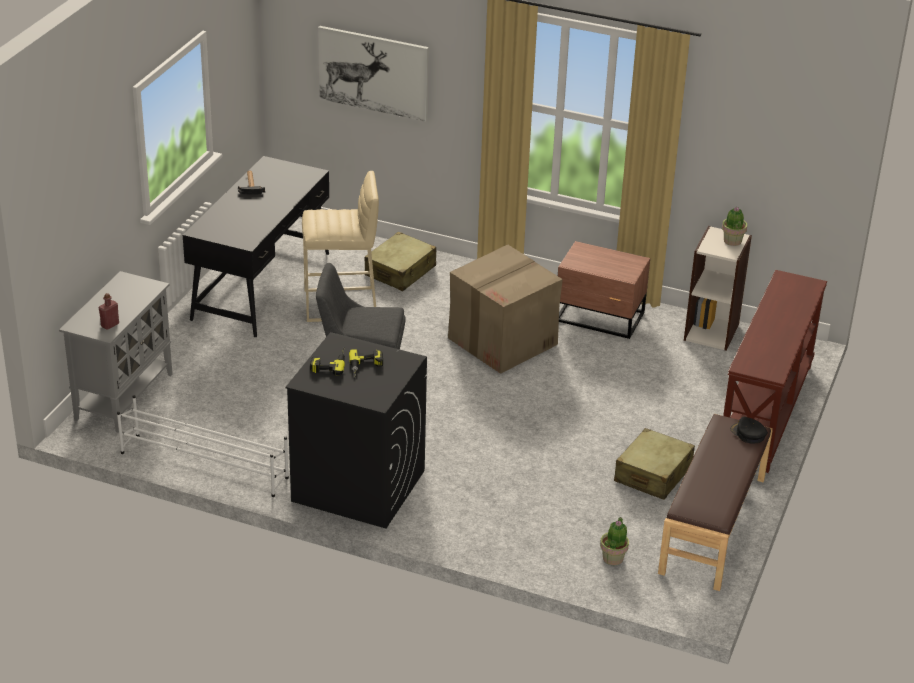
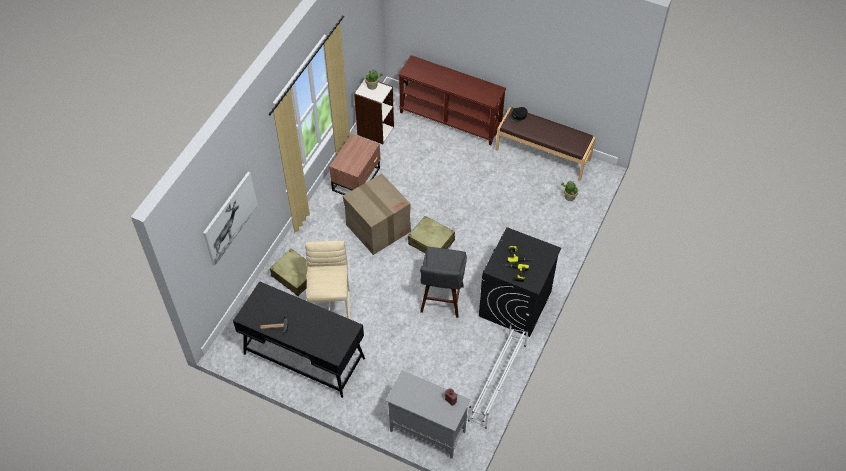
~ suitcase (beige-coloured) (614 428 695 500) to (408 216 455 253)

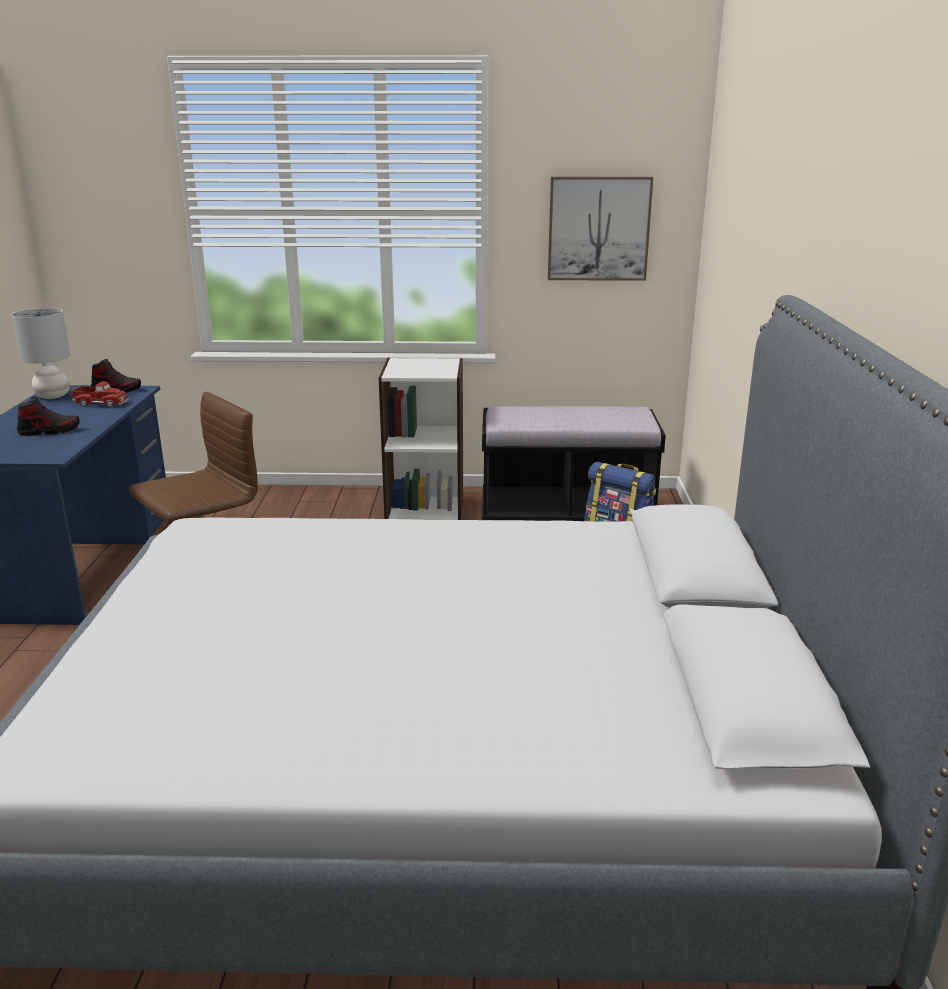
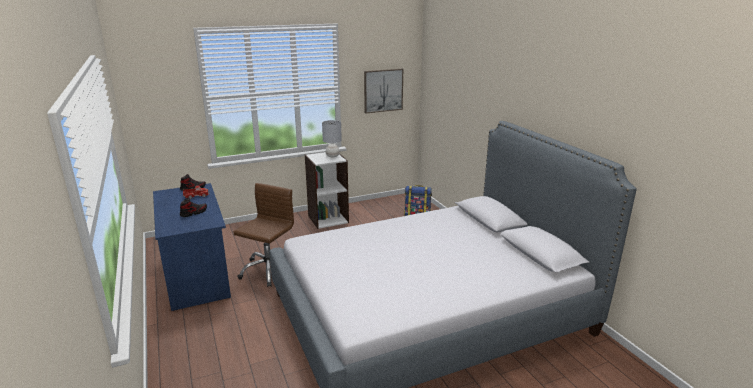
~ table lamp (greyish) (12 308 70 399) to (322 120 342 157)
- indoor bench (black-coloured) (482 406 666 521)

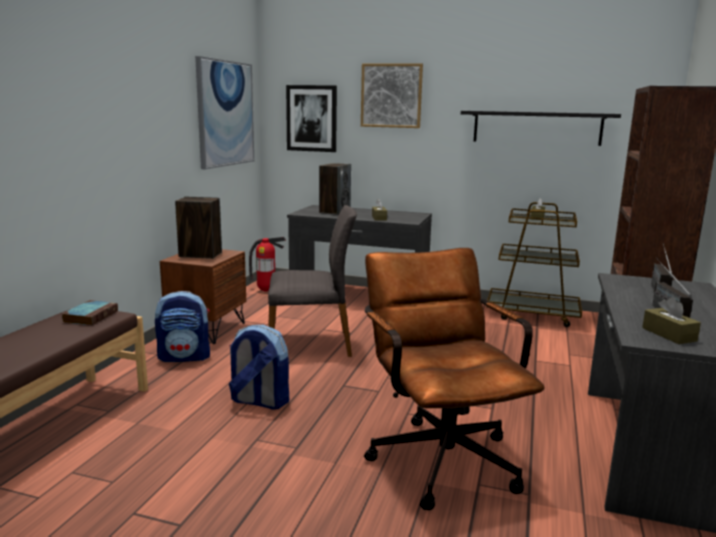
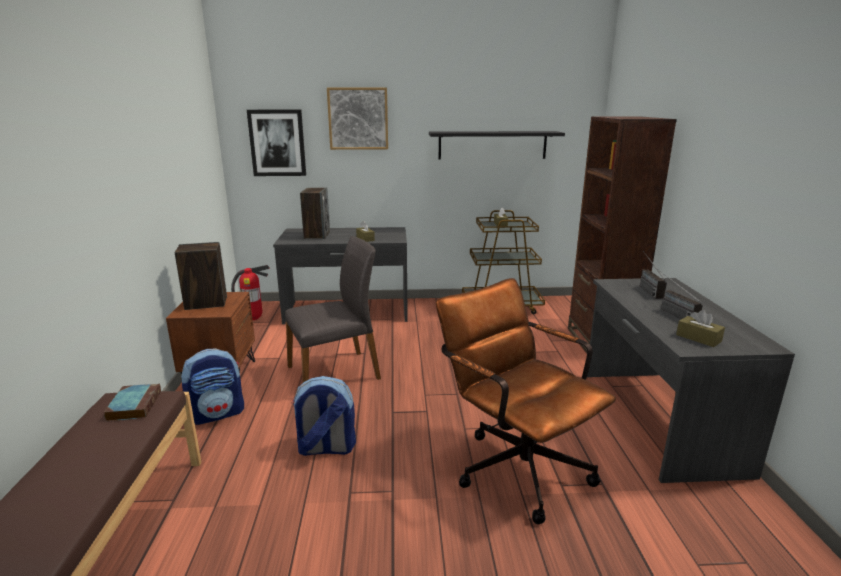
- wall picture (195 56 254 169)

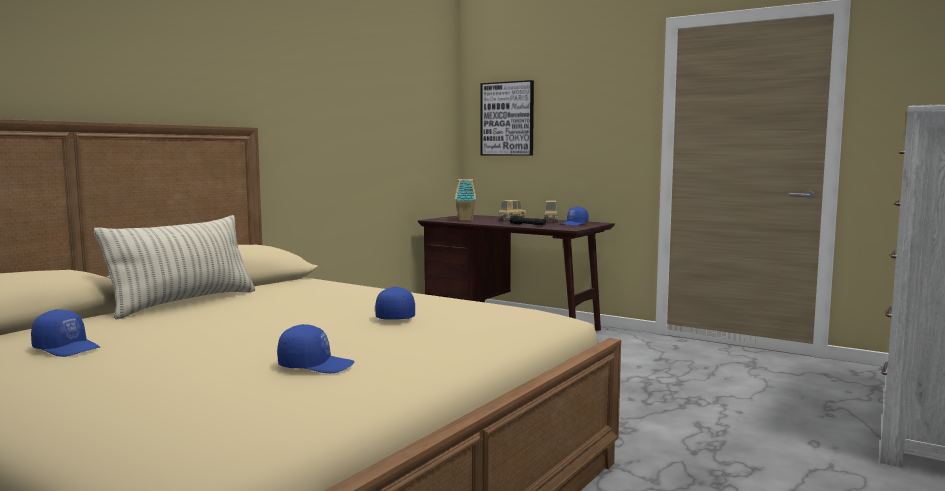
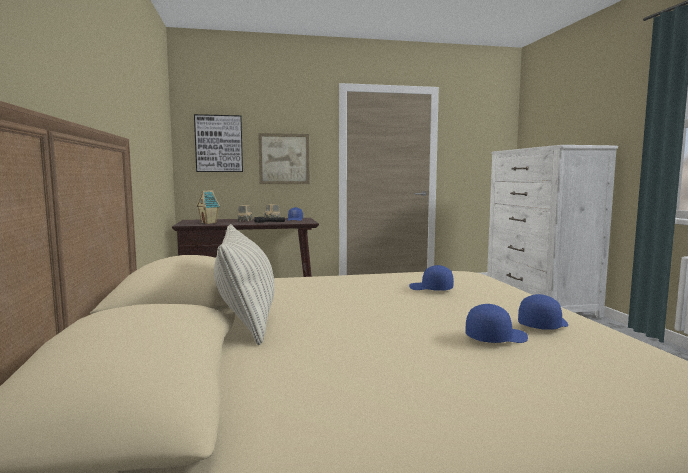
+ wall picture (258 133 310 184)
~ peaked cap (blue-coloured) (31 309 100 357) to (465 304 528 343)

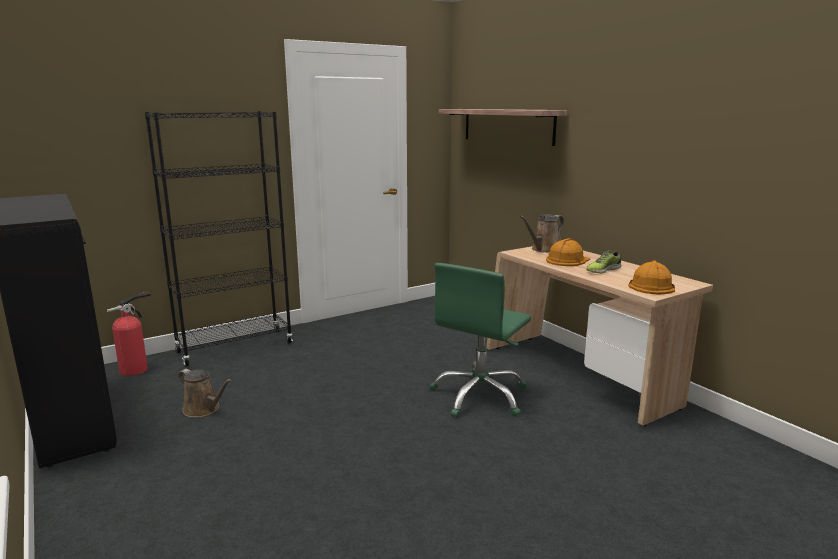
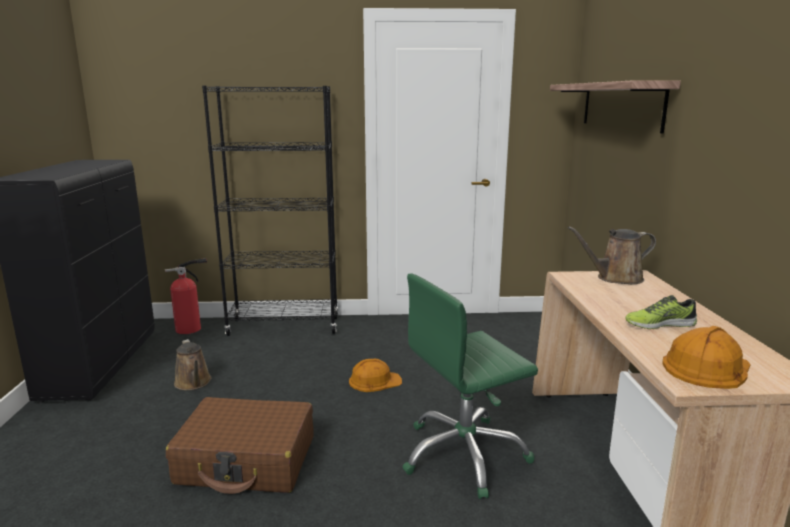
+ suitcase (brown) (166 397 314 494)
~ work helmet (orange) (546 238 590 266) to (349 359 402 392)

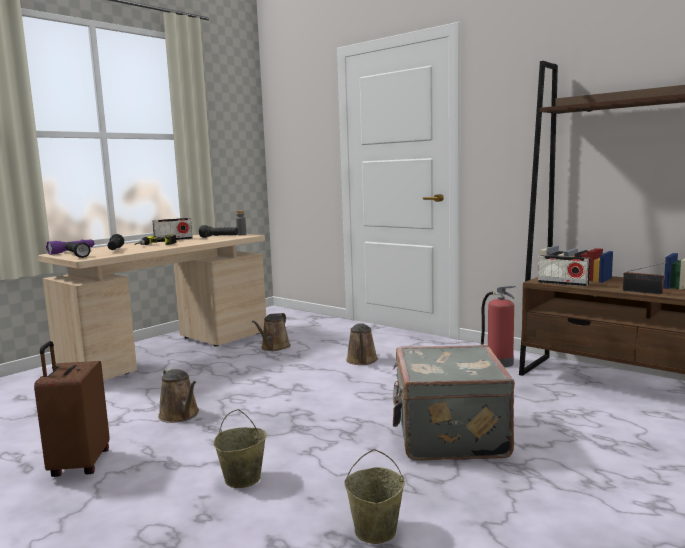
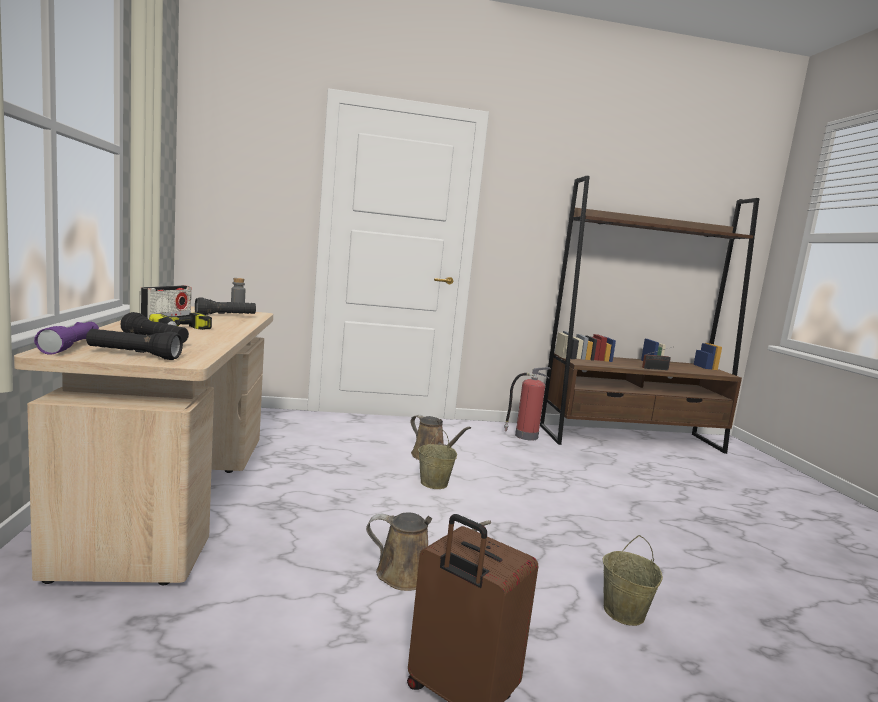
~ bucket (beige-coloured) (345 449 405 544) to (418 429 457 489)
- watering can (brown) (252 313 291 351)
- suitcase (greyish) (393 345 515 461)
- radio set (538 255 590 287)

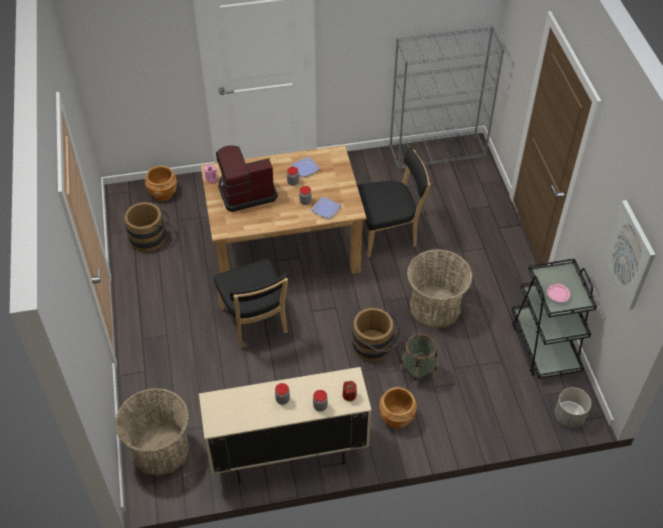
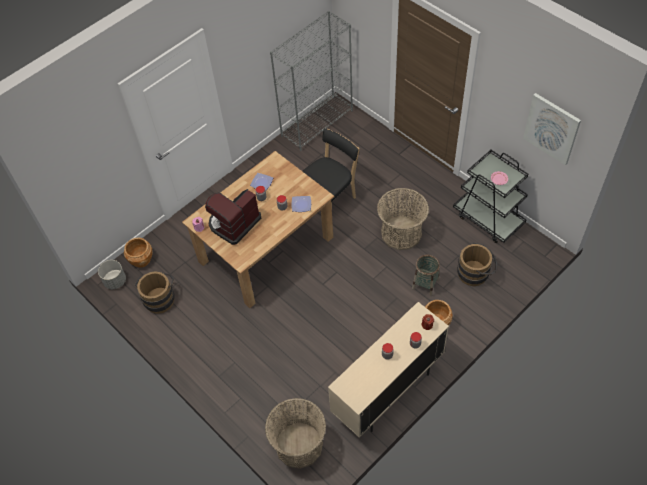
~ plant pot (greyish) (555 387 591 428) to (98 260 126 289)
~ bucket (brown) (352 308 401 361) to (457 242 497 286)
- plain chair (black-coloured) (214 259 288 349)

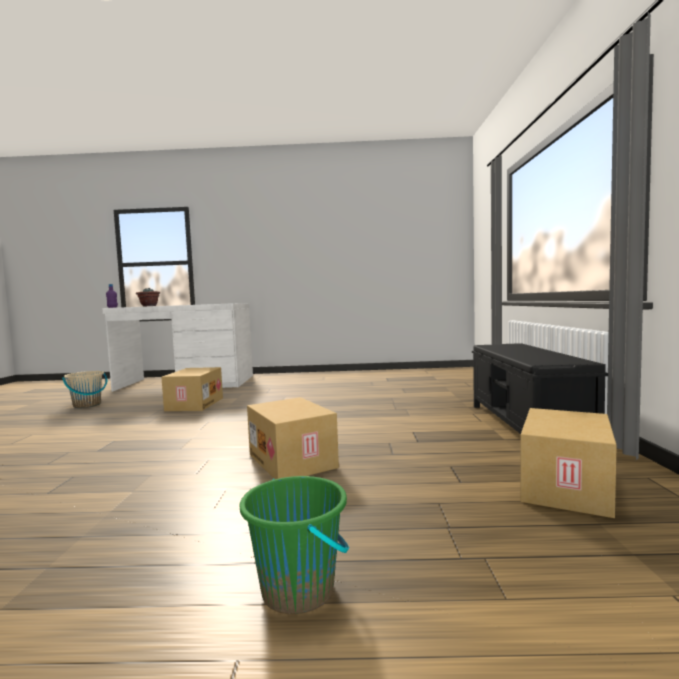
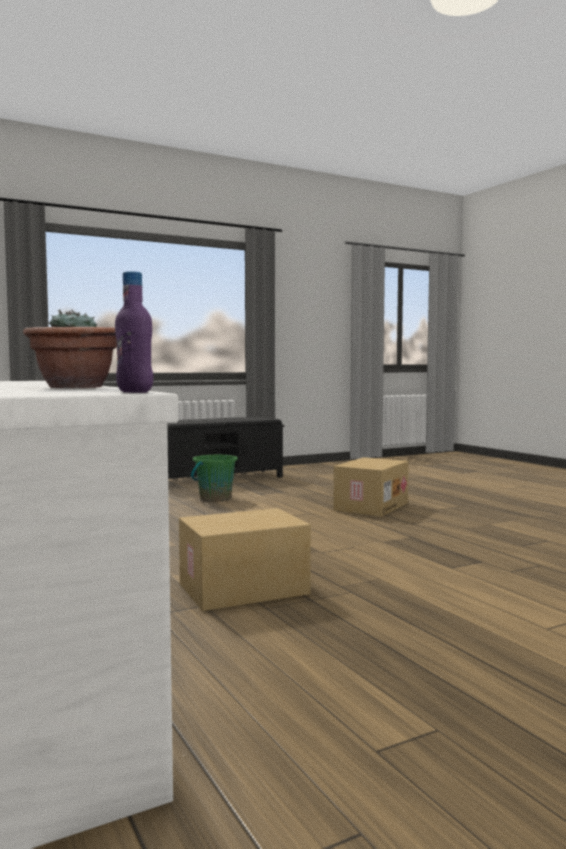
~ bucket (green) (240 476 349 614) to (191 455 238 502)
- bucket (beige-coloured) (62 371 107 408)
- packing box (520 408 617 518)

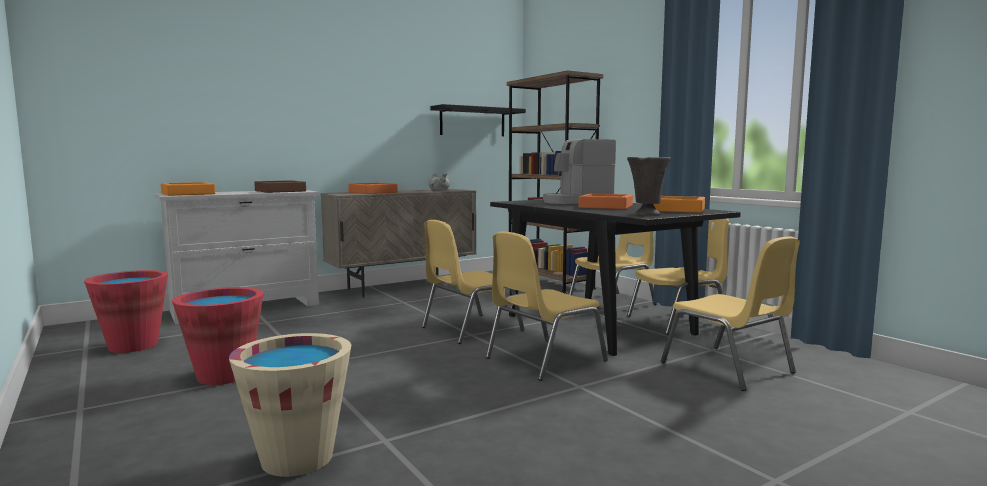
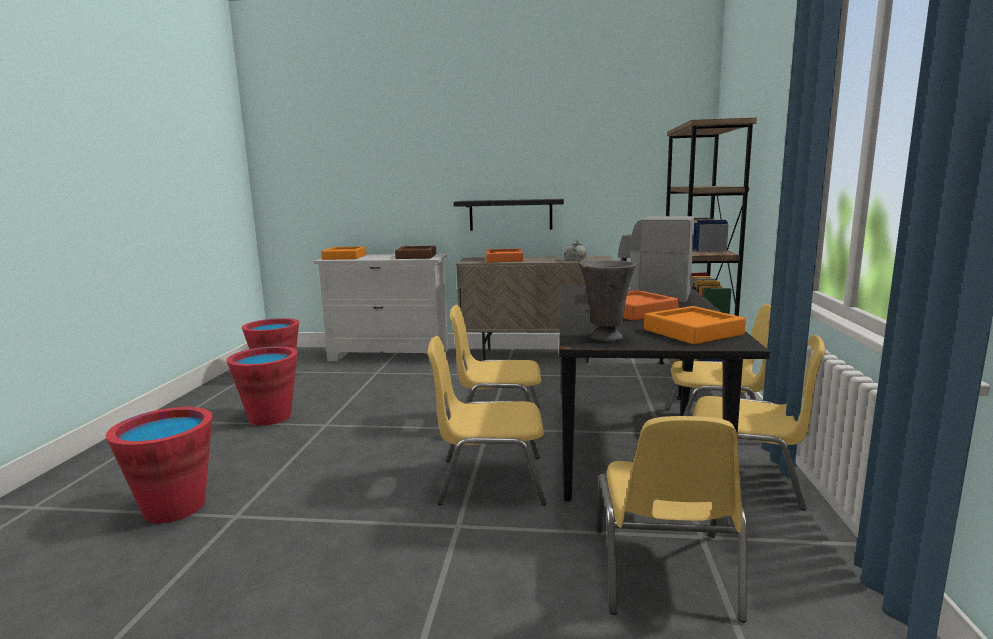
~ bucket (beige-coloured) (229 333 351 477) to bucket (red) (106 407 212 523)
~ shelf (black-coloured) (431 104 526 136) to (453 199 564 231)

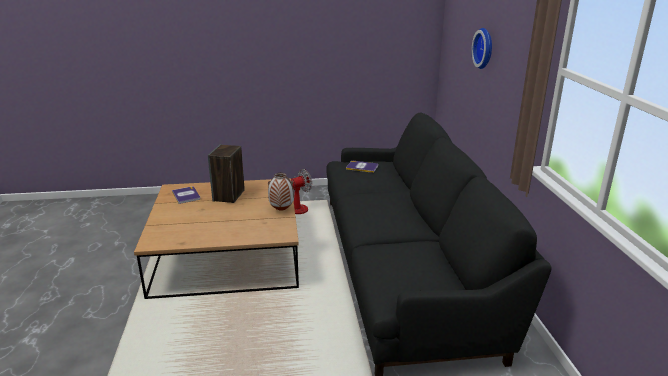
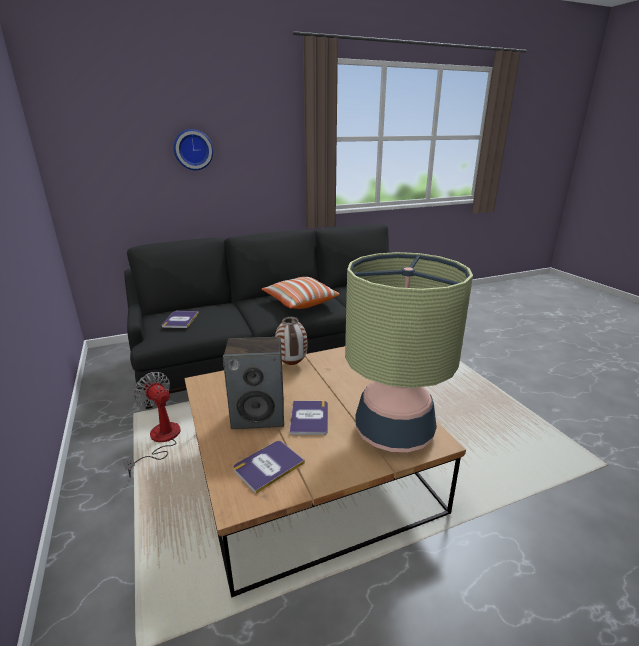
+ cushion (262 277 340 309)
+ bound book (289 401 328 435)
+ table lamp (345 252 473 452)

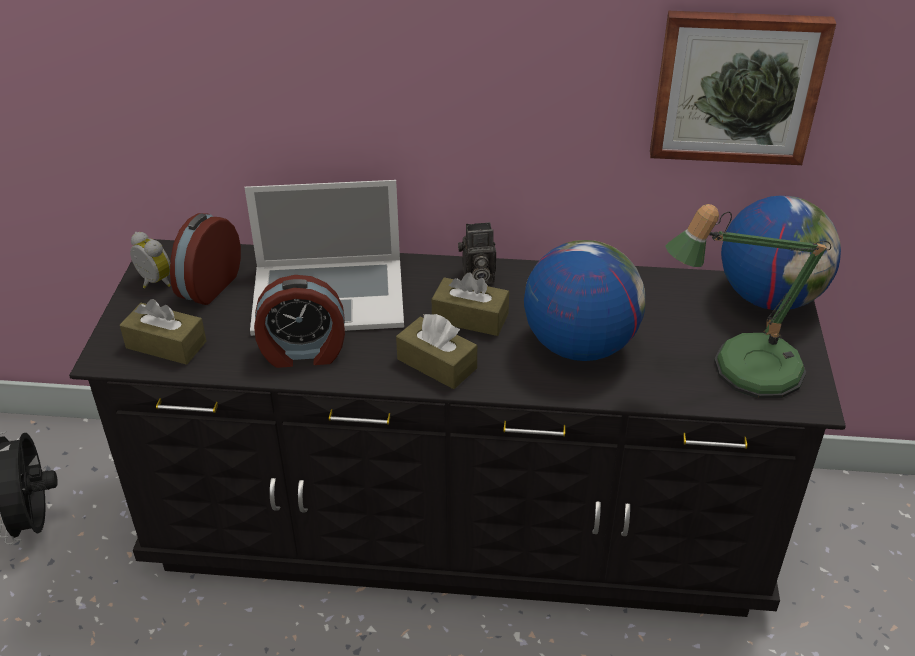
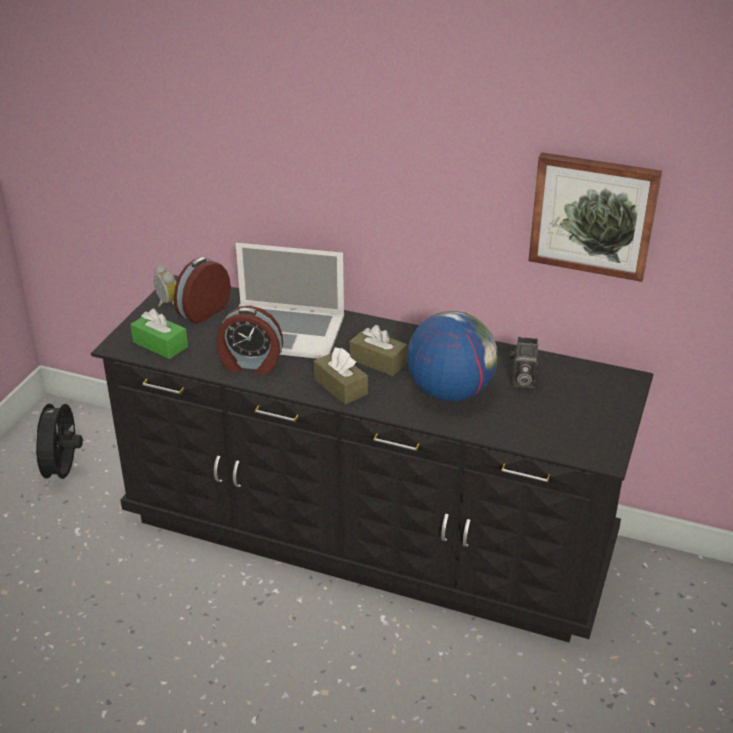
~ tissue holder (brown) (120 299 207 365) to tissue holder (green) (130 309 188 359)
~ photo camera (458 222 496 284) to (510 337 540 388)
- table lamp (665 204 831 399)
- globe (721 196 841 310)

